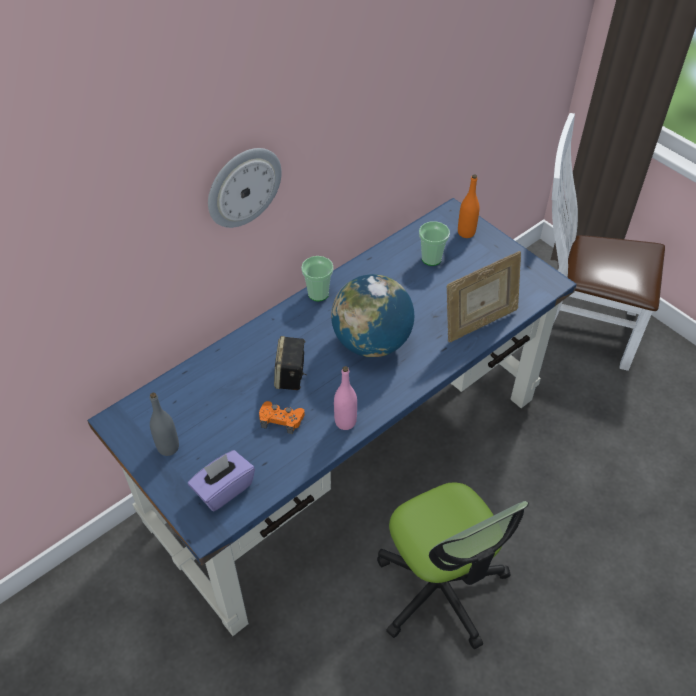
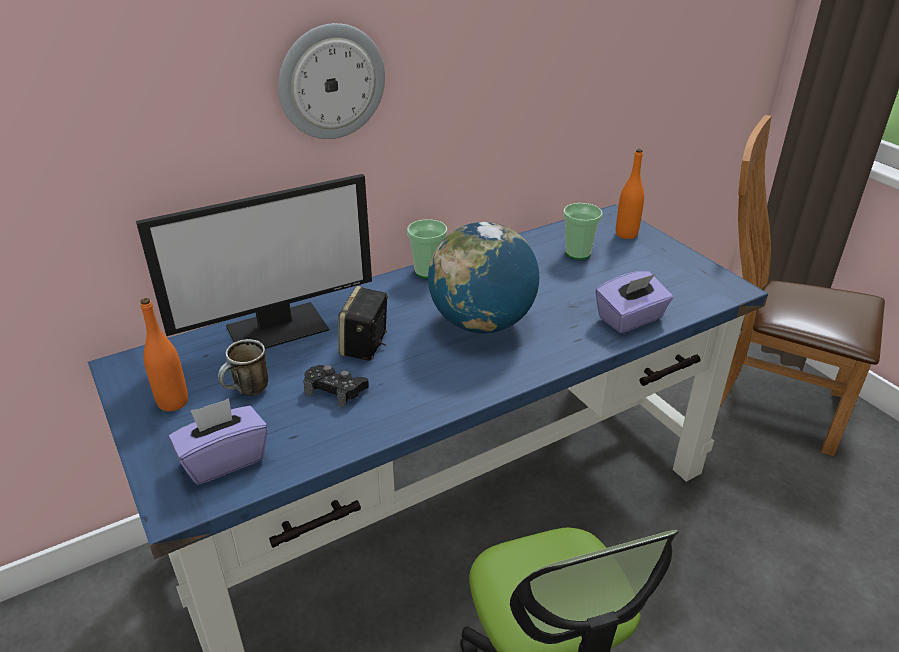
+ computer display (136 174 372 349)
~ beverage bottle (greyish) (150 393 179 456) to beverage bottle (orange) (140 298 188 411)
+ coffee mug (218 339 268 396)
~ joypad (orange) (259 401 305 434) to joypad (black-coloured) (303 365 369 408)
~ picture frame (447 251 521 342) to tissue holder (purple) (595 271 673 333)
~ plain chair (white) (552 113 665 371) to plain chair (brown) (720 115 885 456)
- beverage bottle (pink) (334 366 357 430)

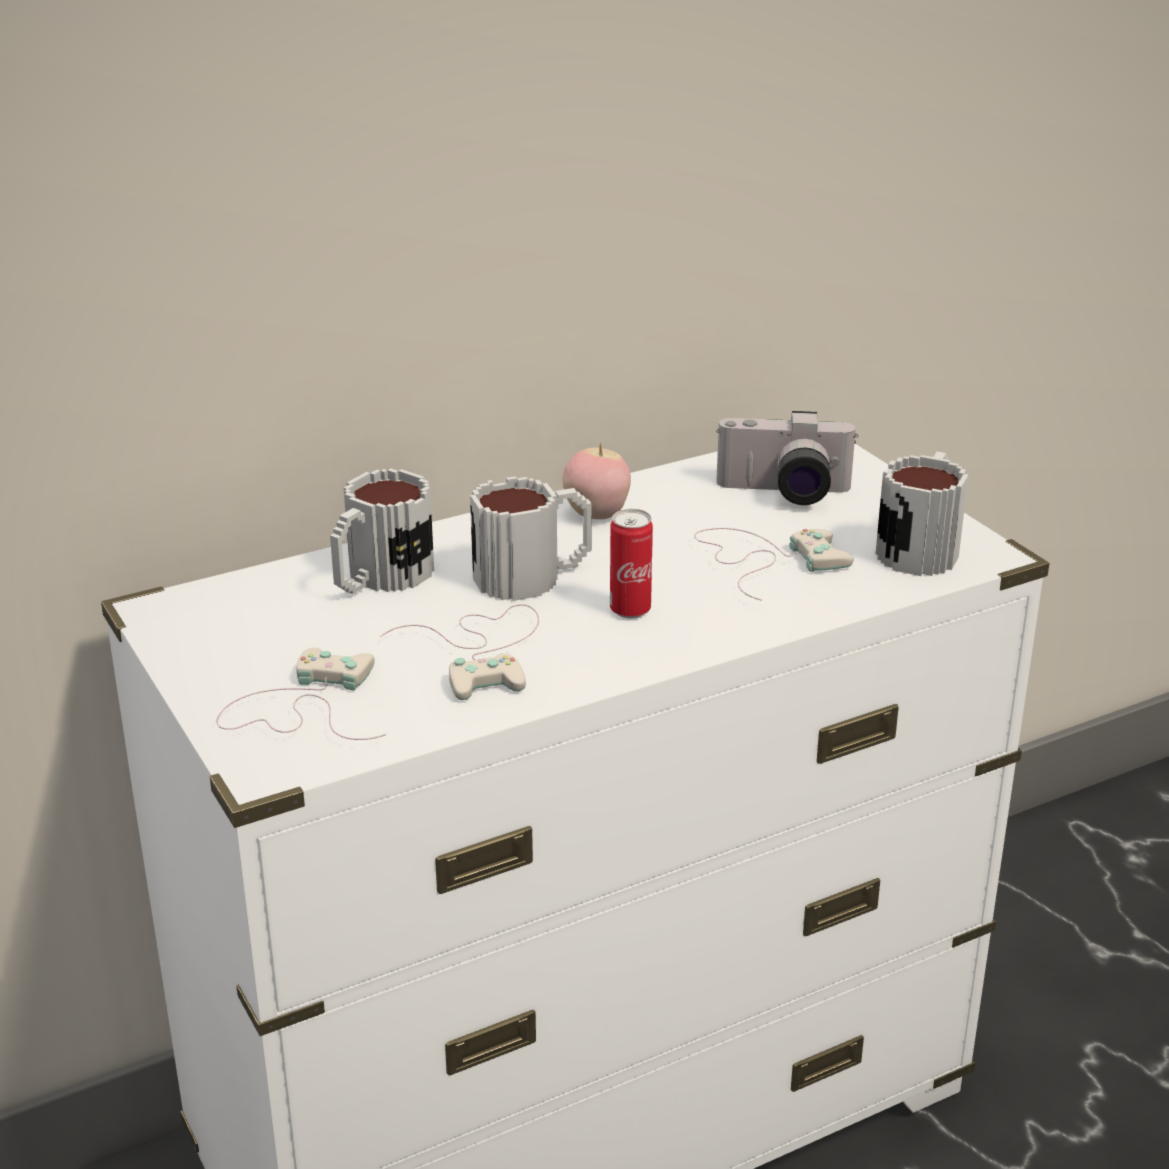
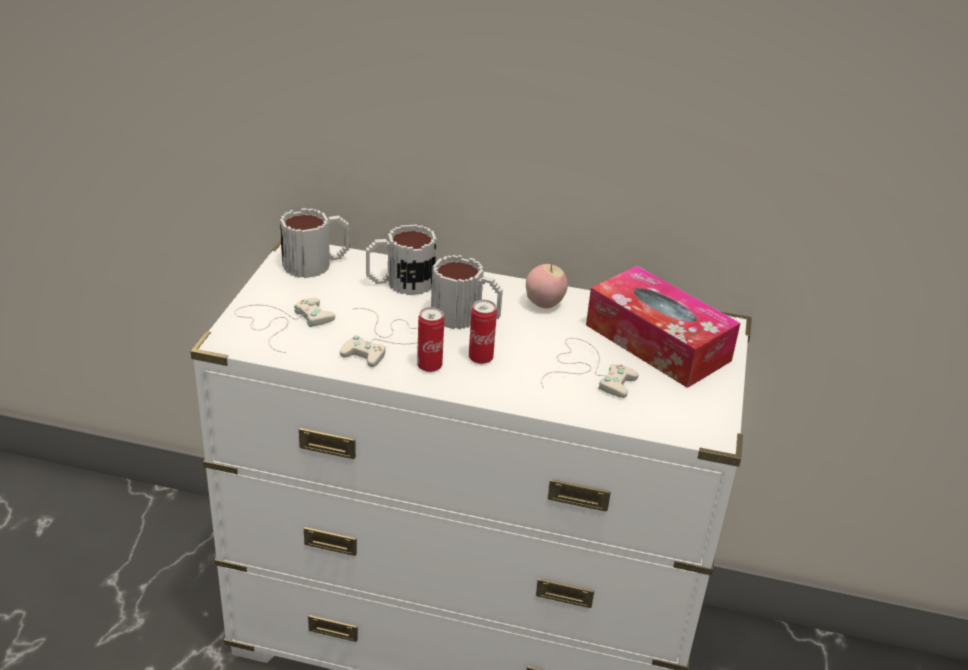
~ coffee mug (875 452 968 576) to (280 208 349 278)
+ can (417 307 444 372)
~ photo camera (716 411 858 505) to tissue holder (586 266 740 388)

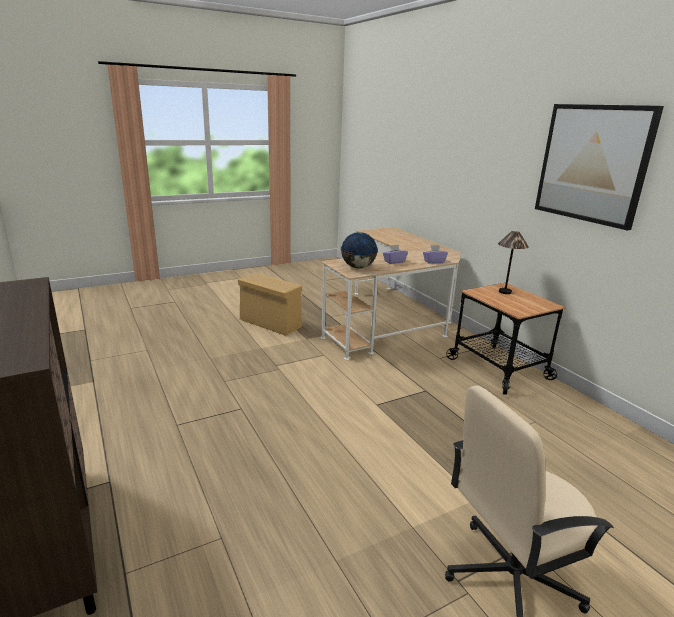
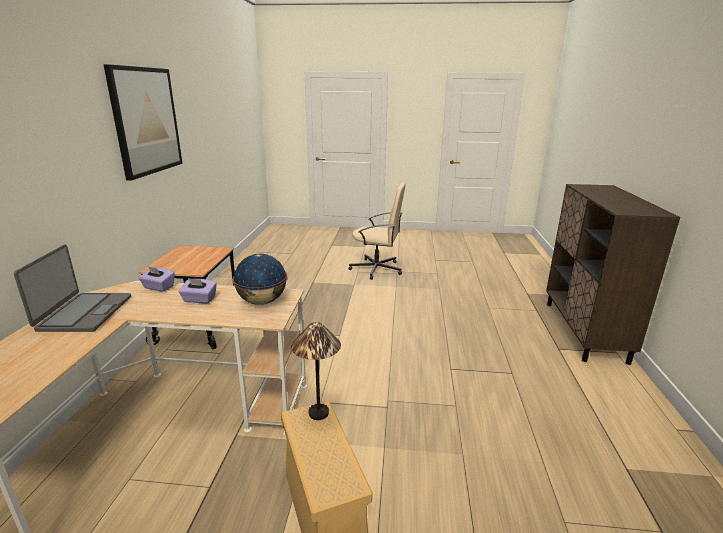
+ notebook computer (14 244 131 332)
~ table lamp (498 231 528 294) to (291 322 341 420)

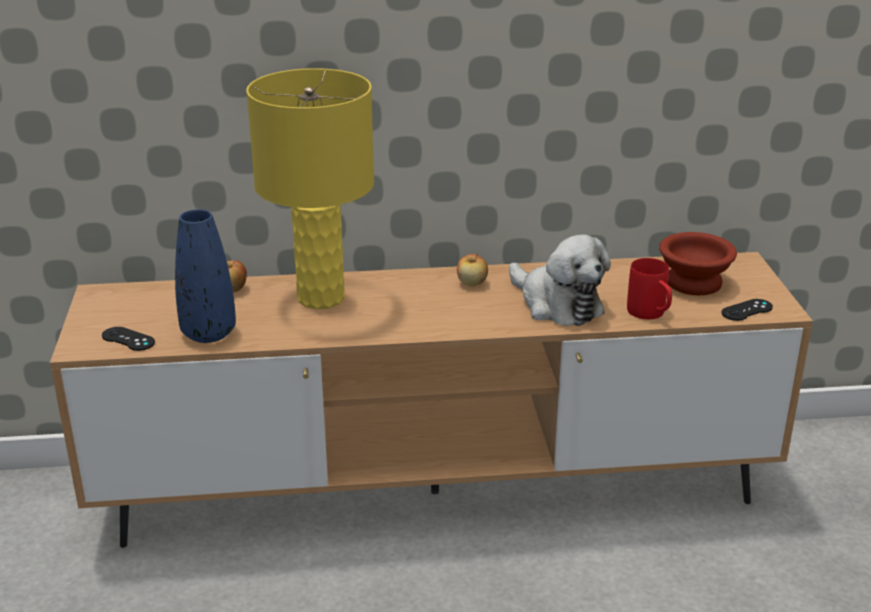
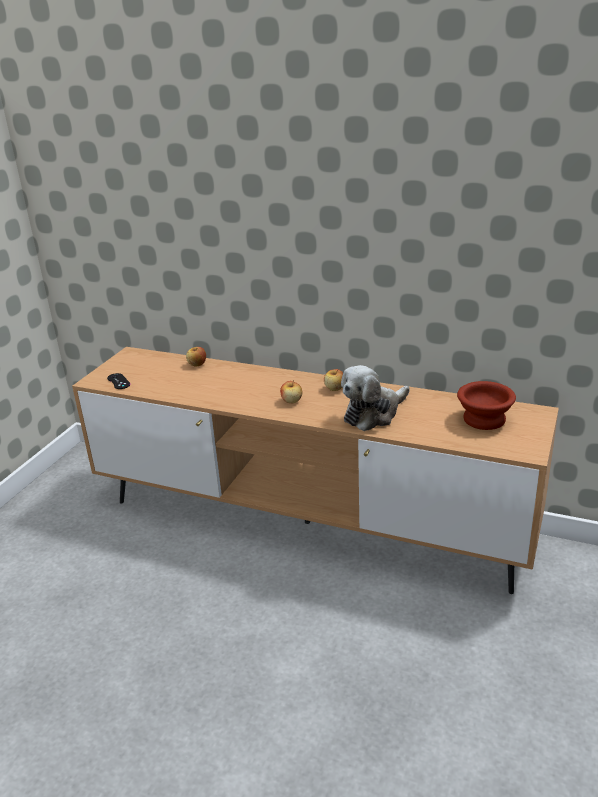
+ apple fruit (280 380 302 404)
~ plush toy (509 235 611 326) = (341 365 410 431) 60 degrees clockwise
- flower vase (blue-coloured) (175 209 236 343)
- table lamp (yellowish) (246 68 374 309)
- coffee mug (red) (627 258 672 319)
- joypad (black-coloured) (721 299 773 321)

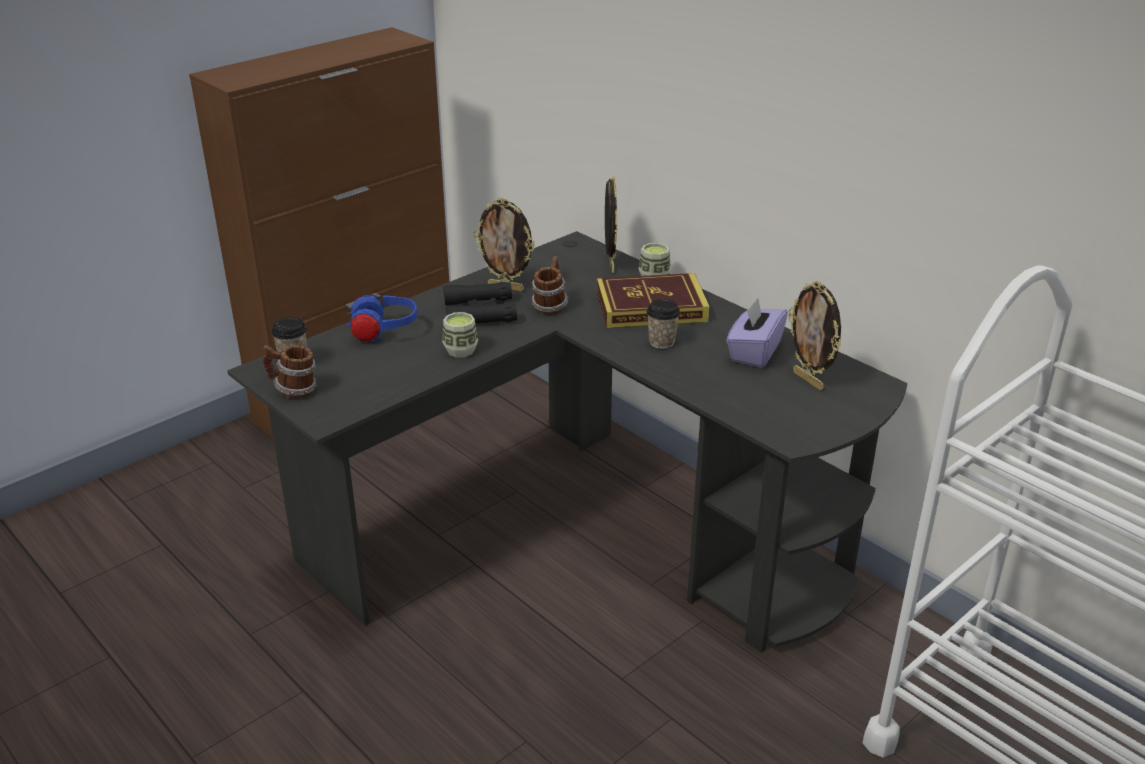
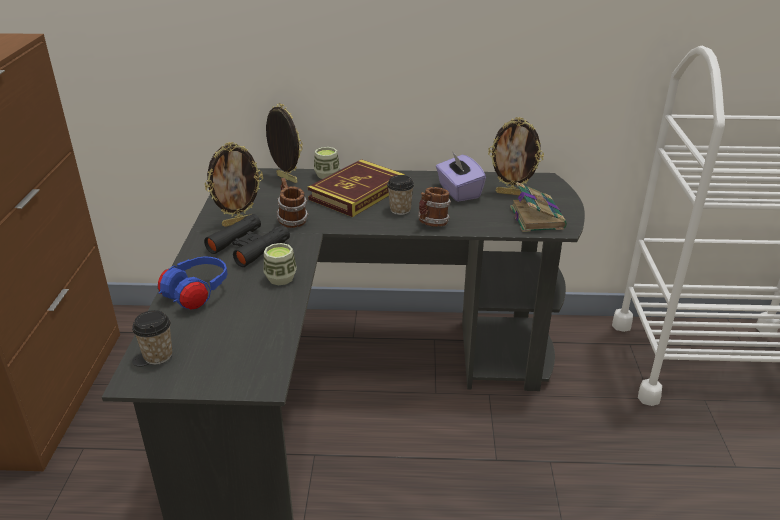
~ coffee mug (263 345 316 398) to (418 187 451 227)
+ bound book (510 182 567 232)

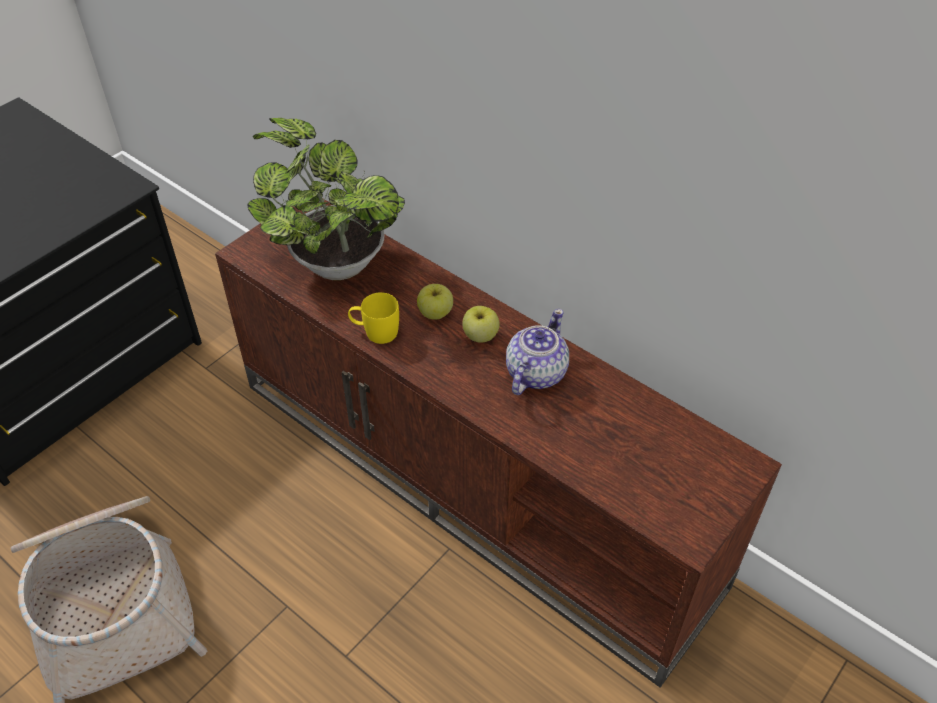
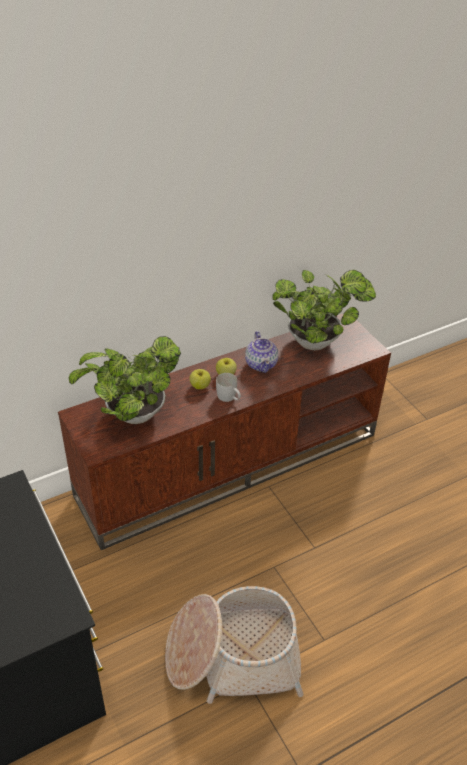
+ coffee mug (white) (216 373 241 402)
~ teapot (506 309 569 395) = (245 331 278 373) 150 degrees counterclockwise
+ houseplant (273 270 376 350)
- coffee mug (yellowish) (348 292 399 344)

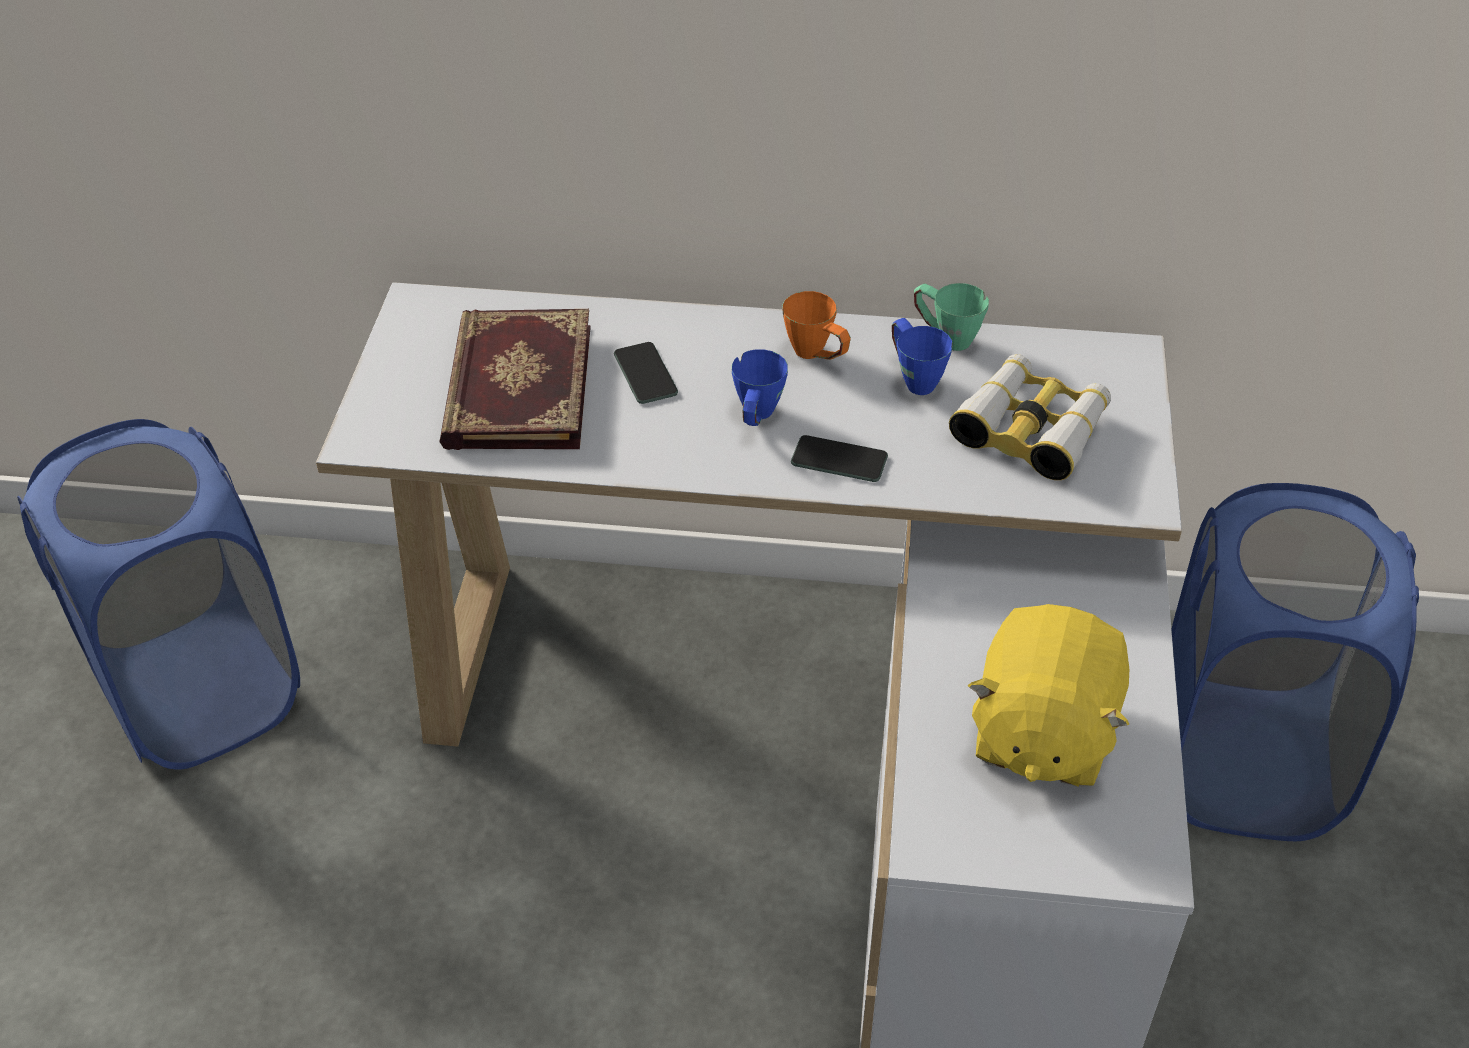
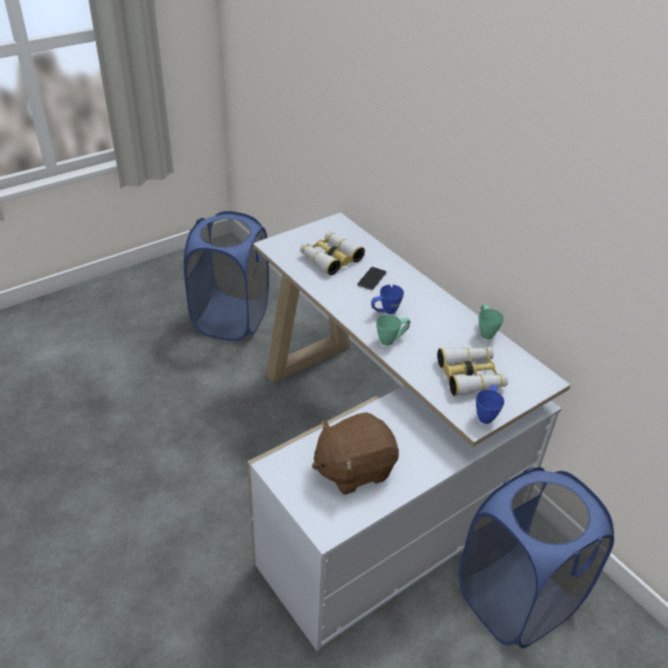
~ bound book (439 309 591 450) to binoculars (300 231 365 275)
~ plush toy (yellowish) (967 604 1129 787) to plush toy (brown) (312 412 399 495)
~ telephone (791 435 888 482) to coffee mug (green) (376 315 410 346)
~ coffee mug (blue-coloured) (892 318 952 395) to (476 385 504 424)
- coffee mug (orange) (782 291 851 360)

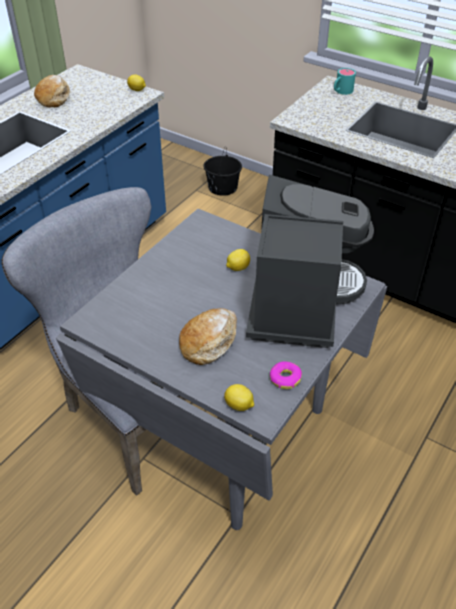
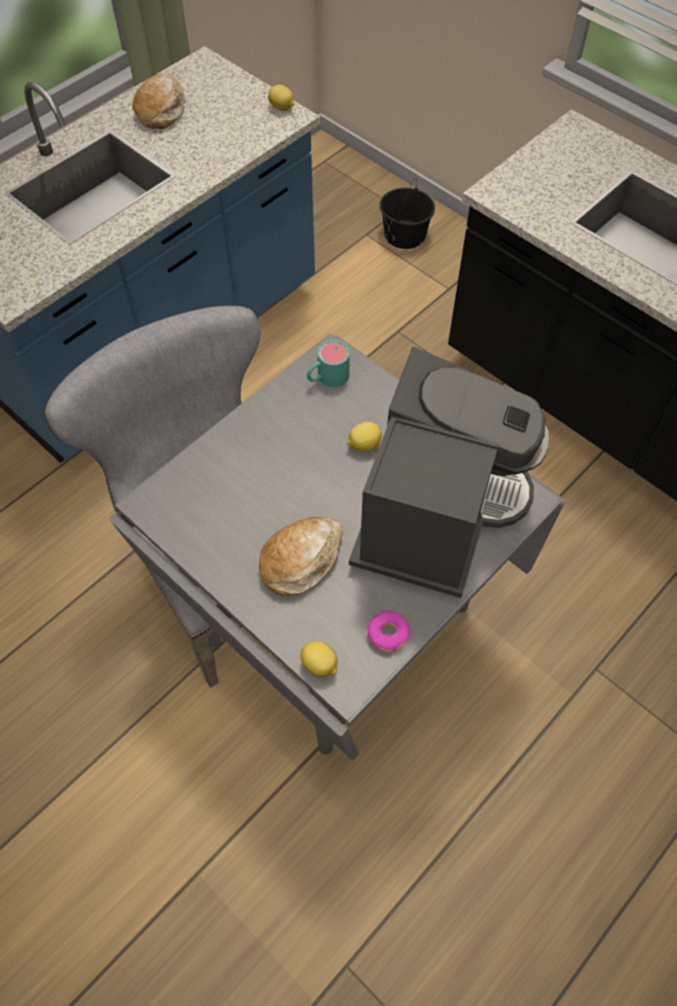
~ coffee mug (blue-green) (334 68 356 95) to (307 340 350 387)

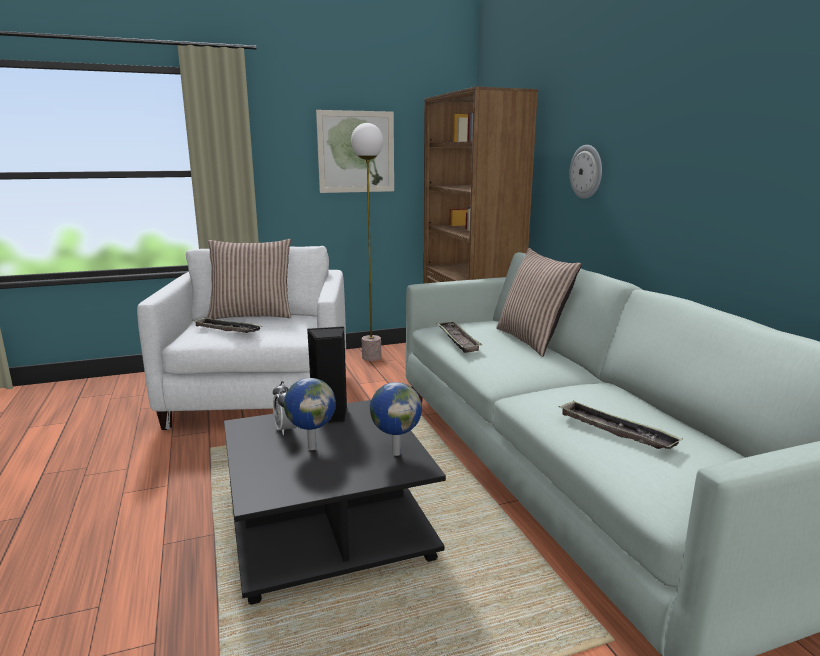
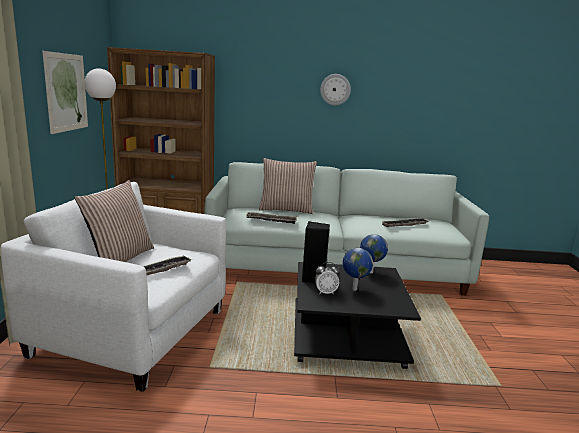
~ hanging clock (569 145 602 199) to (320 74 351 105)

